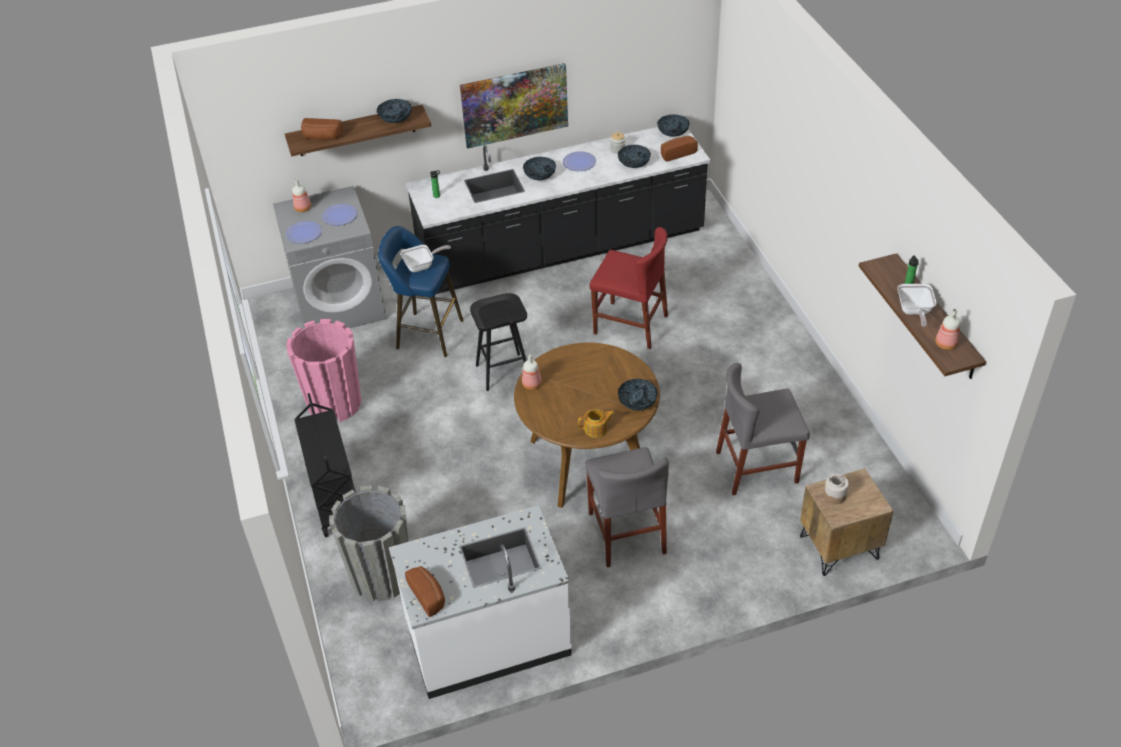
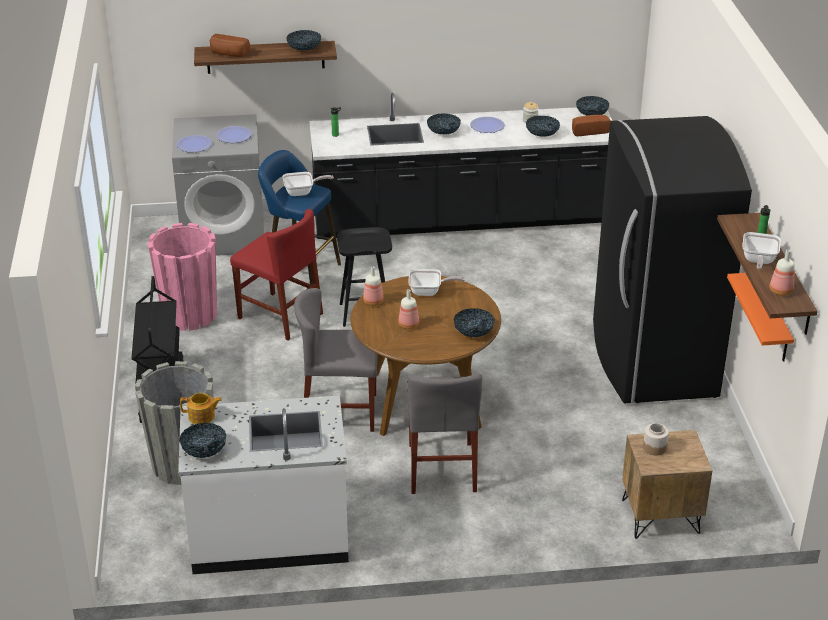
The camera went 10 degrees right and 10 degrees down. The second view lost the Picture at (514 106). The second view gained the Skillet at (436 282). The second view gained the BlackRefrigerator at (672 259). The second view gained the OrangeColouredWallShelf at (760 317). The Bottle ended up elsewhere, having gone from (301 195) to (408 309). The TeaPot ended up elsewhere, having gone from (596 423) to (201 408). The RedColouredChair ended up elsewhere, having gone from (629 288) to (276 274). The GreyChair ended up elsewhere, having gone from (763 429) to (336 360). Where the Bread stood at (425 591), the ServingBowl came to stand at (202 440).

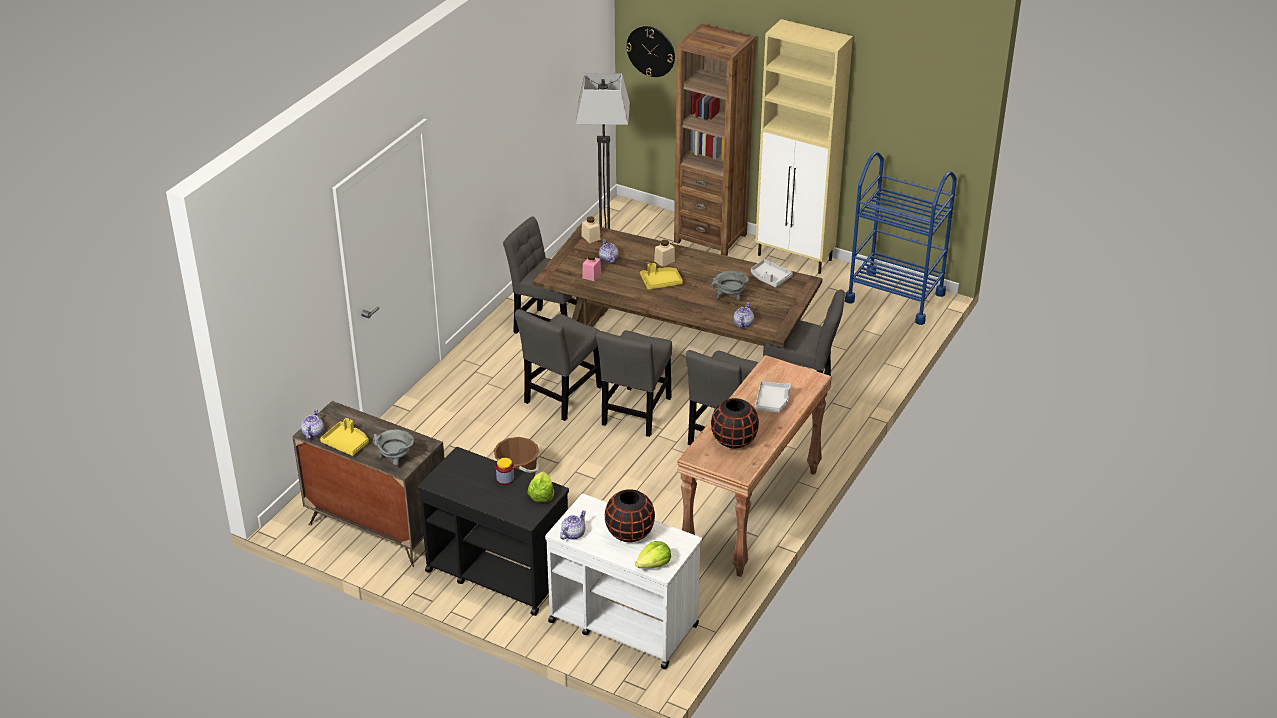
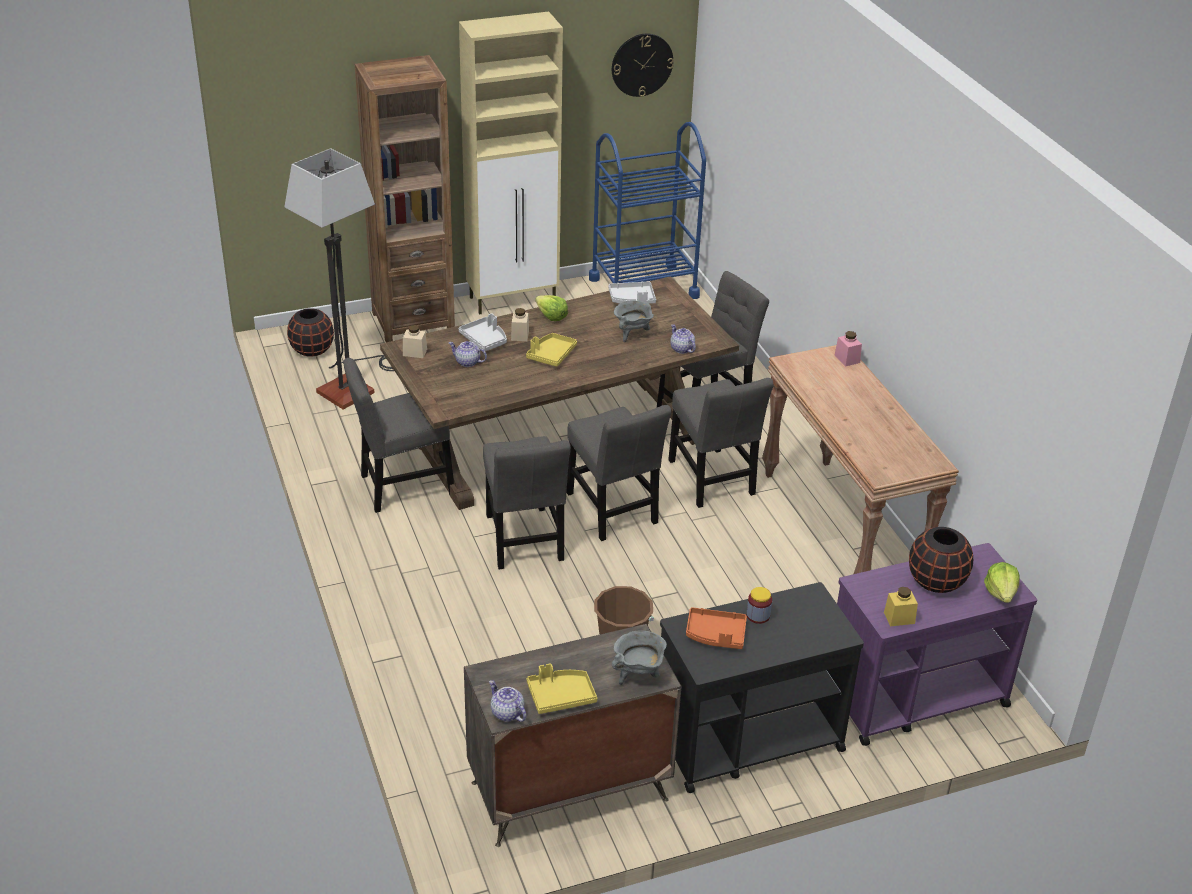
The camera went 50 degrees left and 0 degrees up. The second view gained the OrangeColouredServingTray at (716 628). The HeadOfLettuce ended up elsewhere, having gone from (541 486) to (551 308). The PinkishPreserveJar ended up elsewhere, having gone from (591 267) to (848 348). The ClockOnTheWall ended up elsewhere, having gone from (650 51) to (643 65). The BlackDecorativeVase ended up elsewhere, having gone from (735 423) to (310 332). The GreyServingTray ended up elsewhere, having gone from (773 396) to (483 332). Where the TeaPot stood at (573 525), the YellowPreserveJar came to stand at (901 606). What was the WhiteCart at (623 581) turned into the PurpleColouredCart at (937 644).

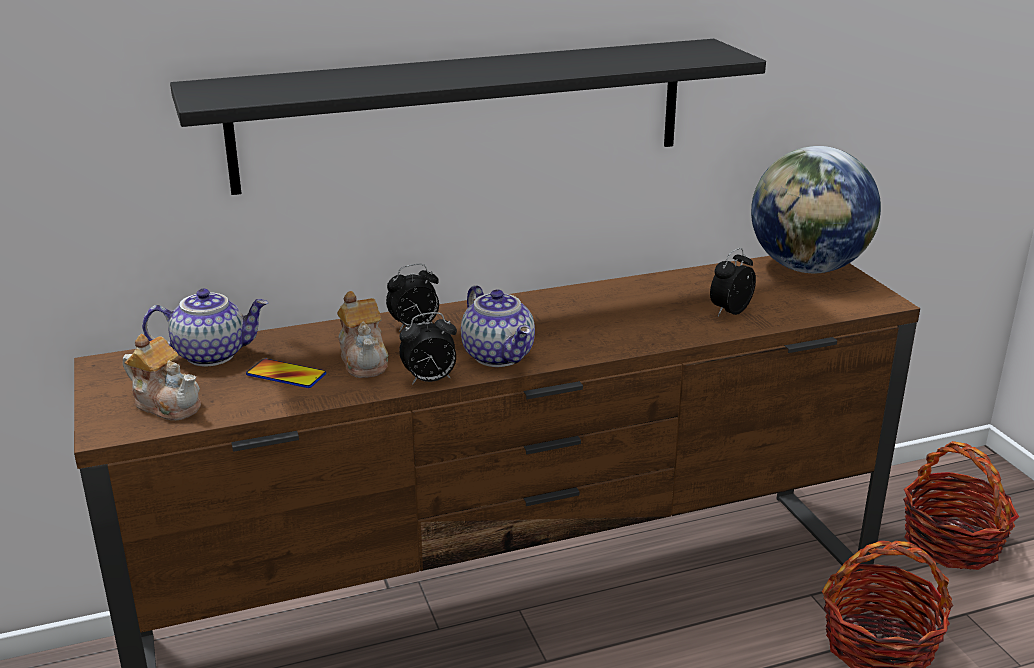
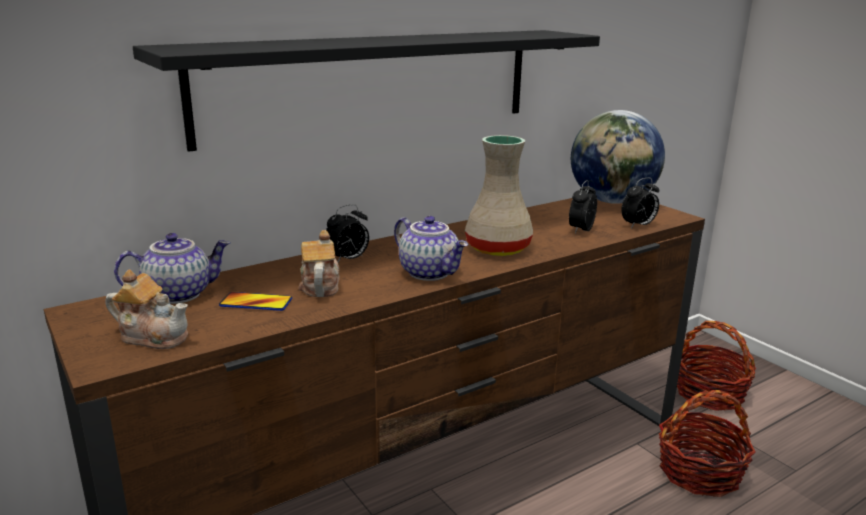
The camera went 15 degrees left and 5 degrees down. The second view gained the BeigeDecorativeVase at (499 195). The BedsideClock ended up elsewhere, having gone from (428 348) to (640 202). The TeaPot at (362 334) ended up facing another way, 150 degrees counterclockwise from before.

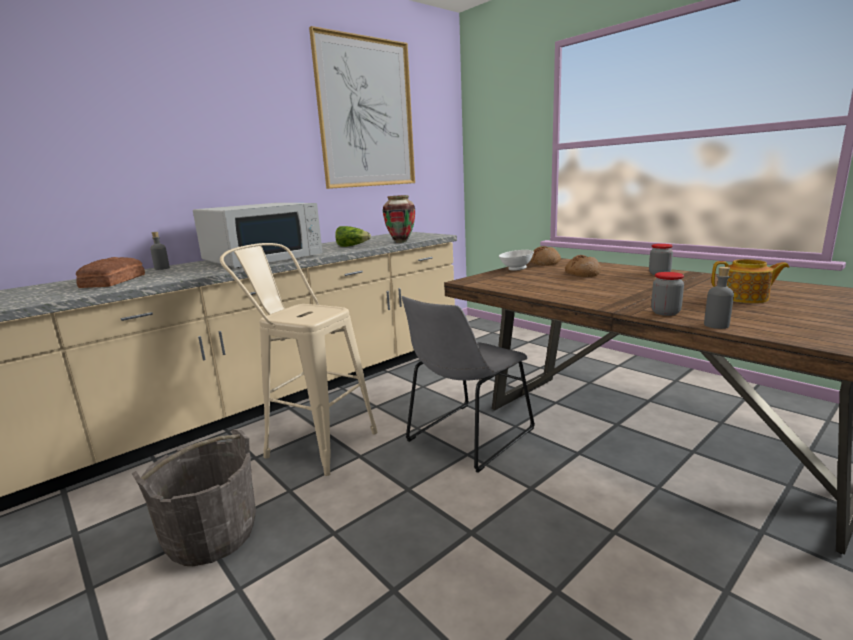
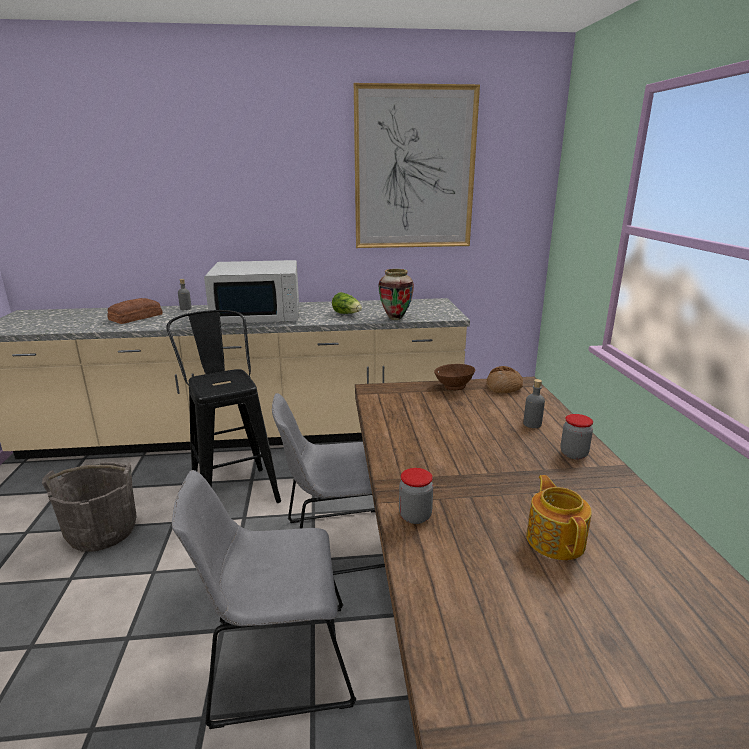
The camera went 35 degrees right and 5 degrees up. The second view lost the Bread at (583 266). The second view gained the GreyChair at (264 599). The GreyBottle ended up elsewhere, having gone from (719 298) to (534 403). What was the BeigeStool at (298 359) turned into the BlackStool at (223 406). What was the WhiteServingBowl at (516 260) turned into the BrownishServingBowl at (454 377). The TeaPot at (750 281) ended up facing another way, 150 degrees counterclockwise from before.

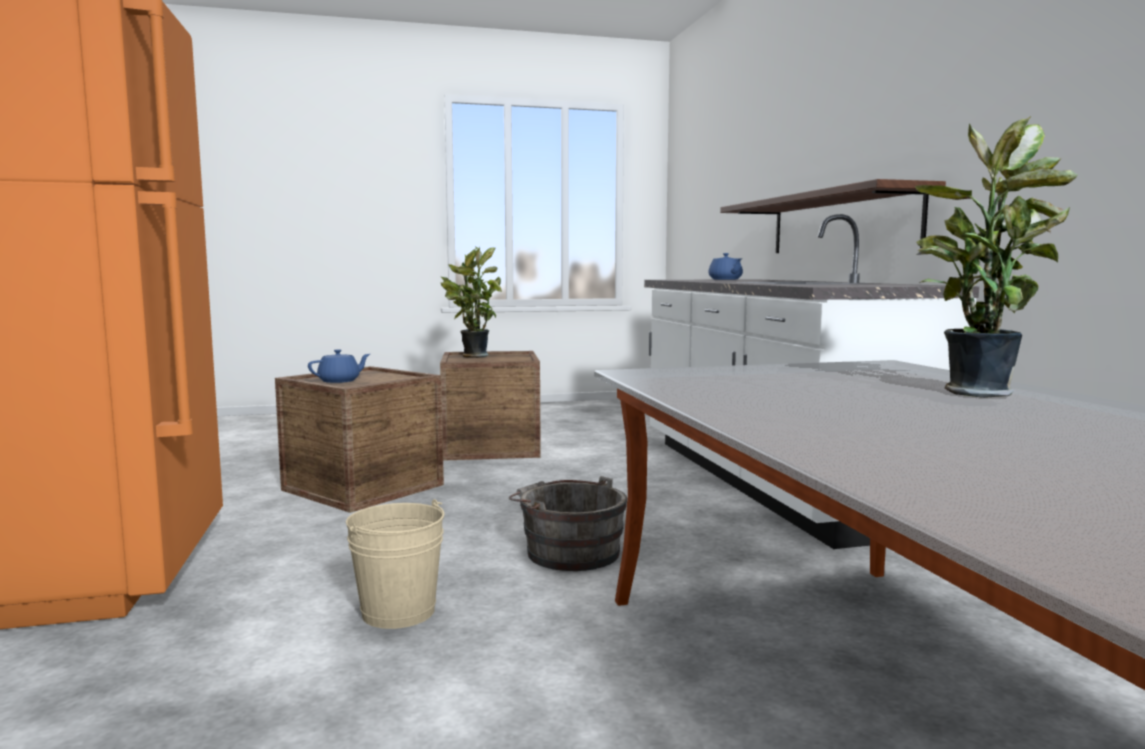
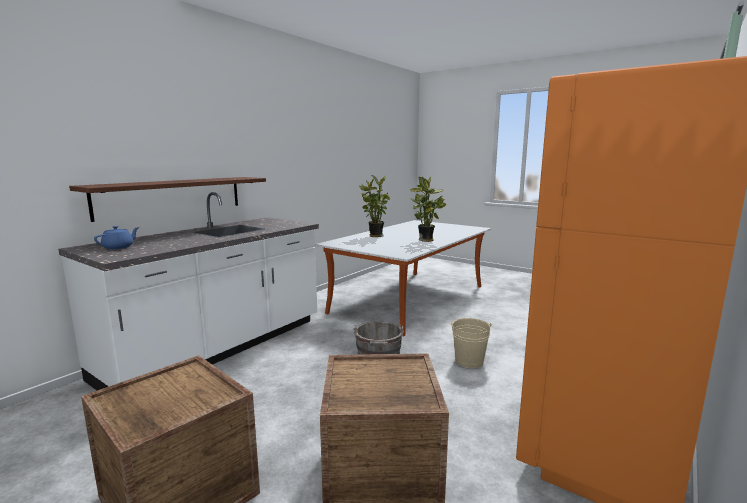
The camera went 130 degrees left and 5 degrees up. The second view lost the BluishTeaPot at (339 366). The PottedPlant ended up elsewhere, having gone from (471 302) to (428 209).

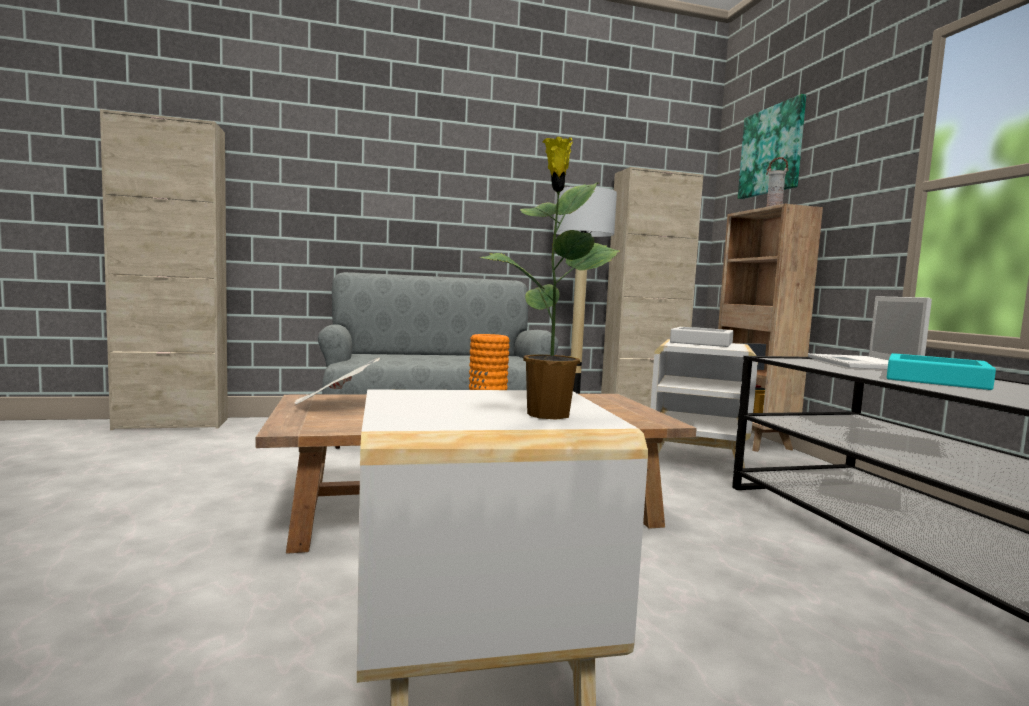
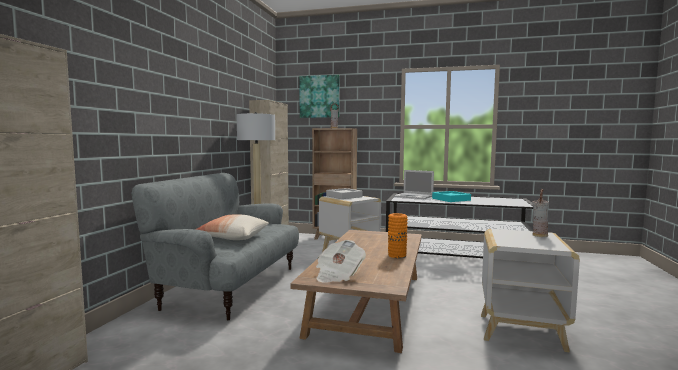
The camera went 60 degrees left and 0 degrees up. The second view gained the ThrowPillow at (232 227). Where the PottedPlant stood at (550 278), the DecorativeVase came to stand at (541 213).

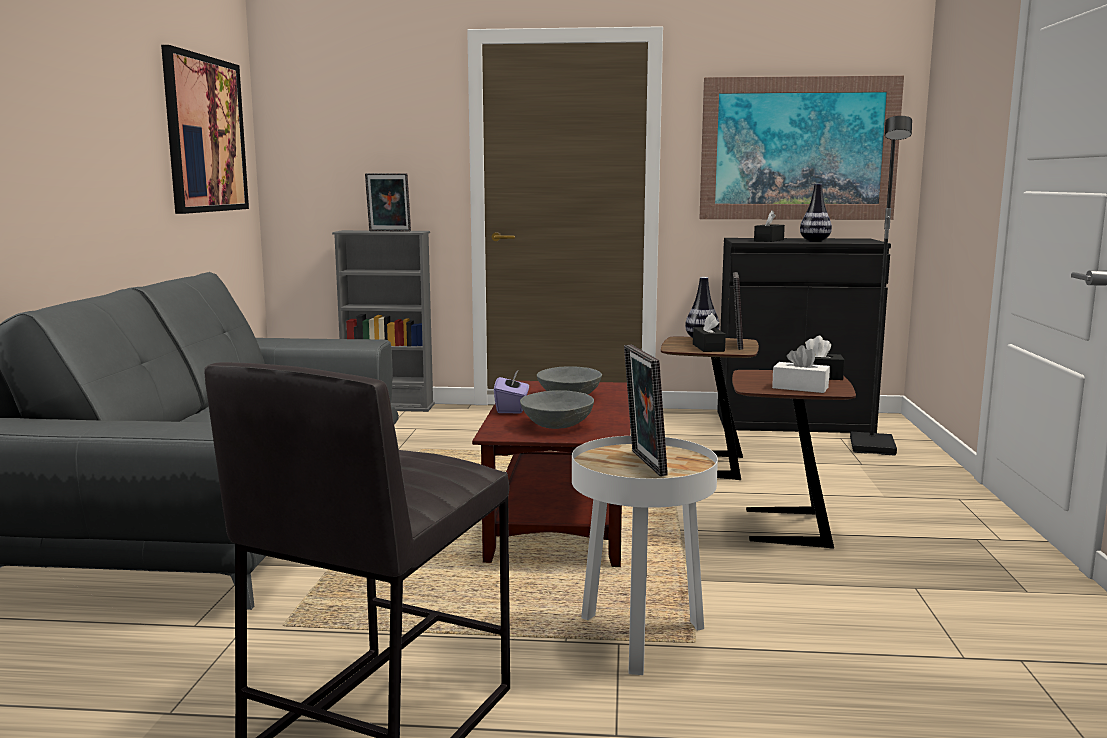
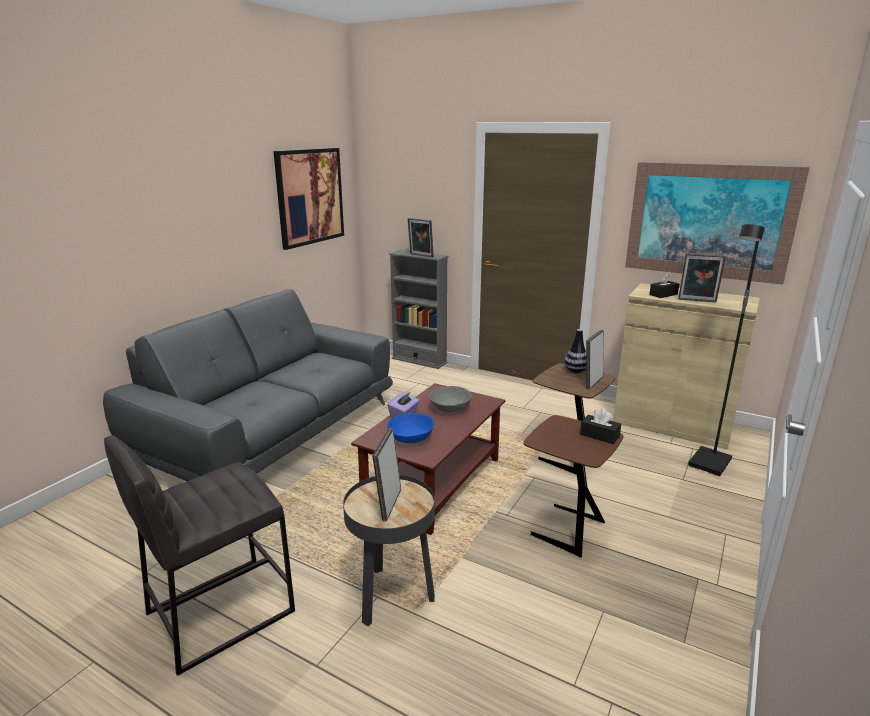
The camera went 25 degrees right and 10 degrees up. The second view lost the BlackBoxOfTissues at (709 332). The second view lost the WhiteBoxOfTissues at (801 369). Where the DecorativeVase stood at (816 213), the StandingFrame came to stand at (702 277). What was the GreyServingBowl at (557 409) turned into the BluishServingBowl at (410 428). What was the WhiteAccentTable at (645 555) turned into the BlackAccentTable at (389 550). What was the BlackCabinet at (804 335) turned into the BeigeCabinet at (686 366).

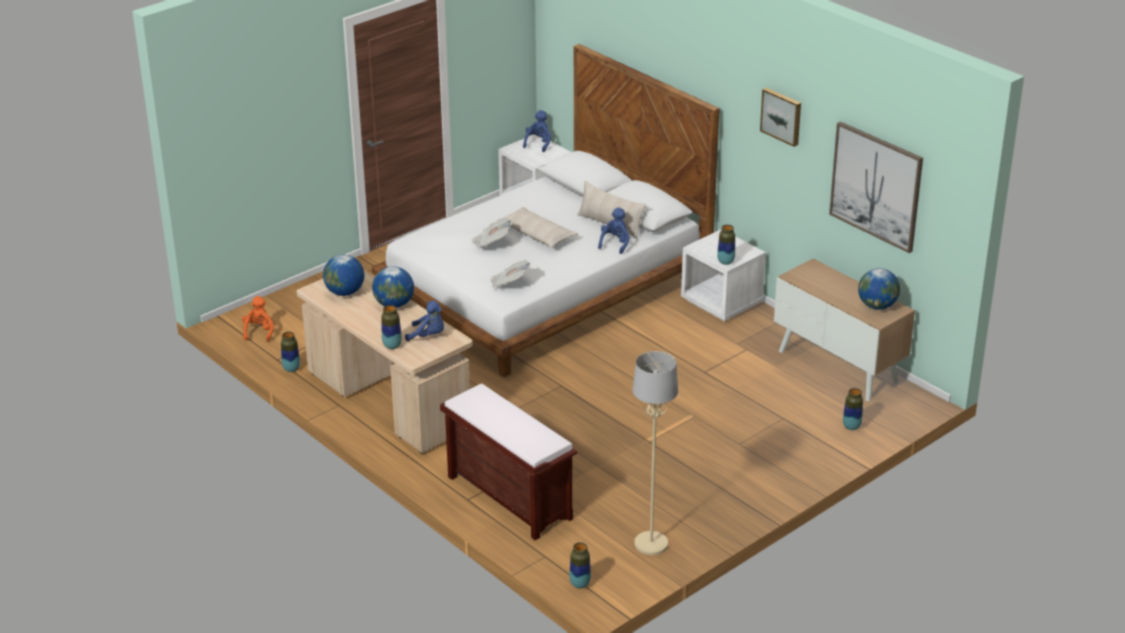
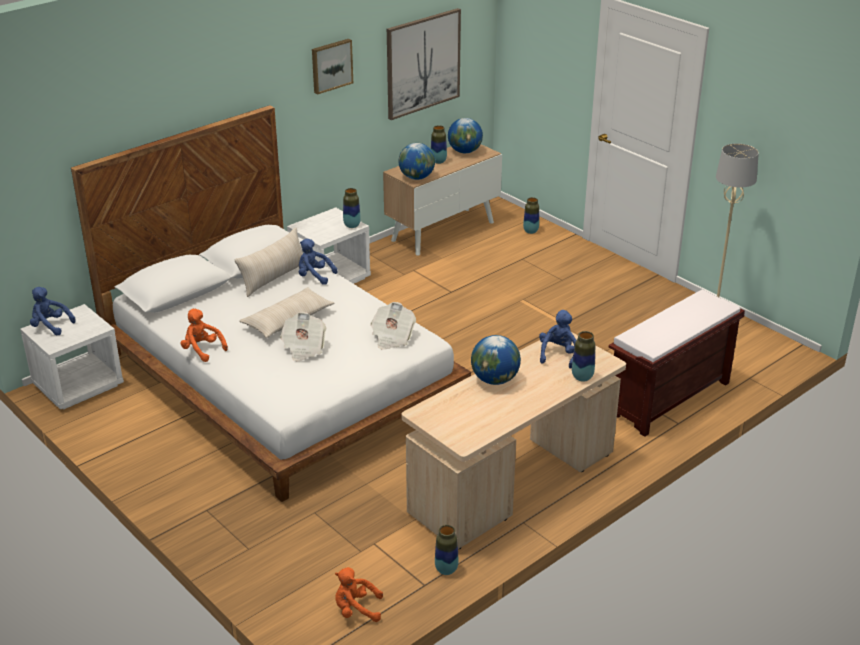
The camera went 90 degrees left and 0 degrees up. The second view gained the OrangeColouredCuddlyToy at (204 335). The WorldGlobe ended up elsewhere, having gone from (343 275) to (416 161). The DecorativeVase ended up elsewhere, having gone from (580 565) to (439 144).

